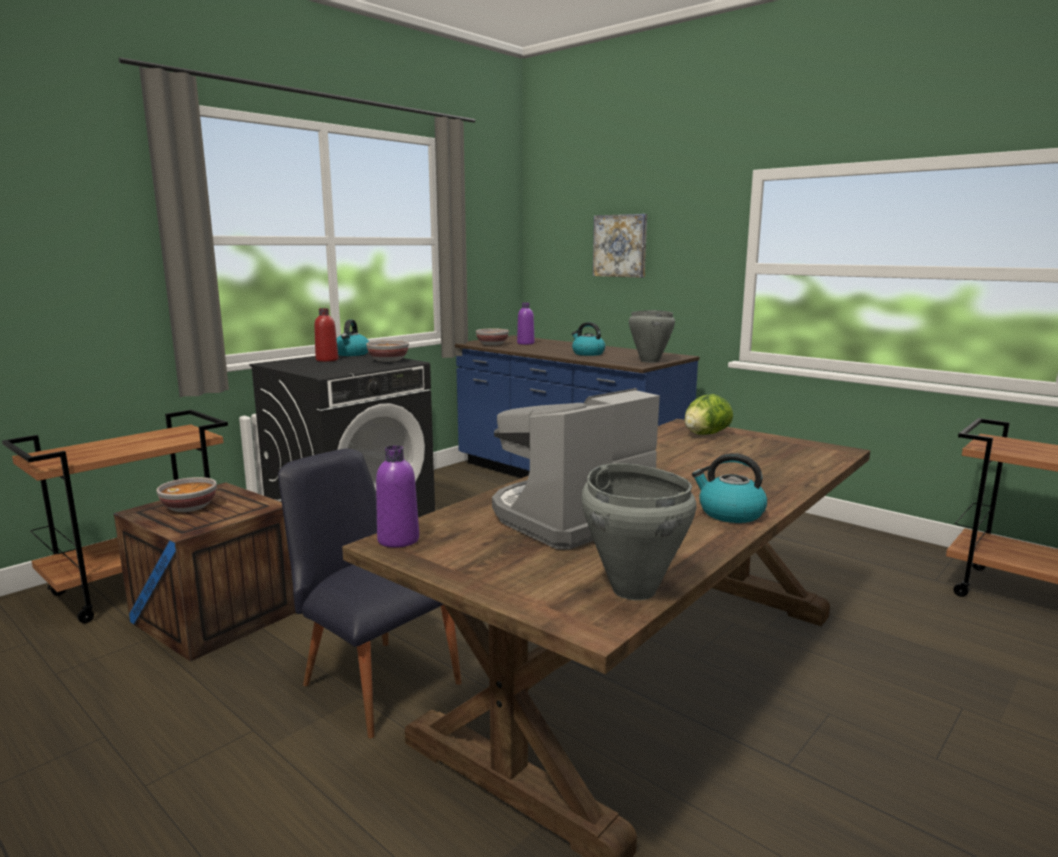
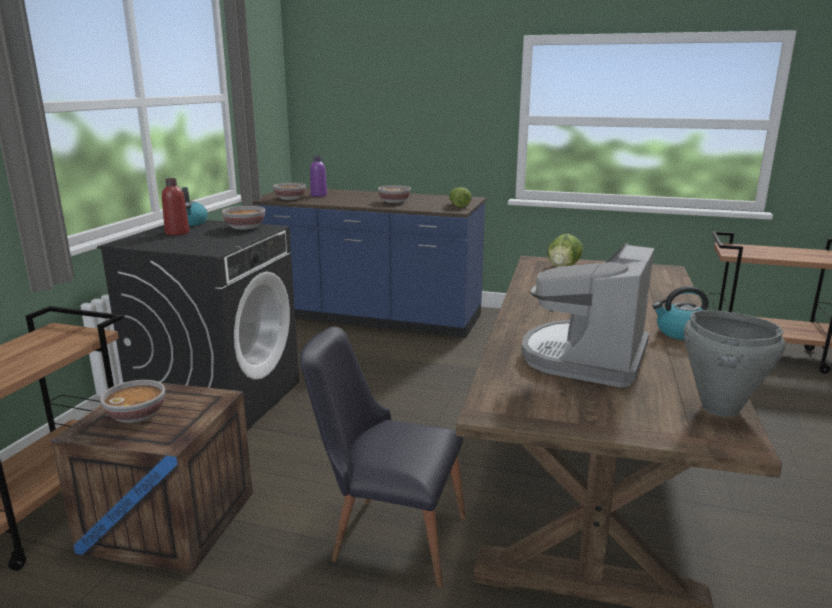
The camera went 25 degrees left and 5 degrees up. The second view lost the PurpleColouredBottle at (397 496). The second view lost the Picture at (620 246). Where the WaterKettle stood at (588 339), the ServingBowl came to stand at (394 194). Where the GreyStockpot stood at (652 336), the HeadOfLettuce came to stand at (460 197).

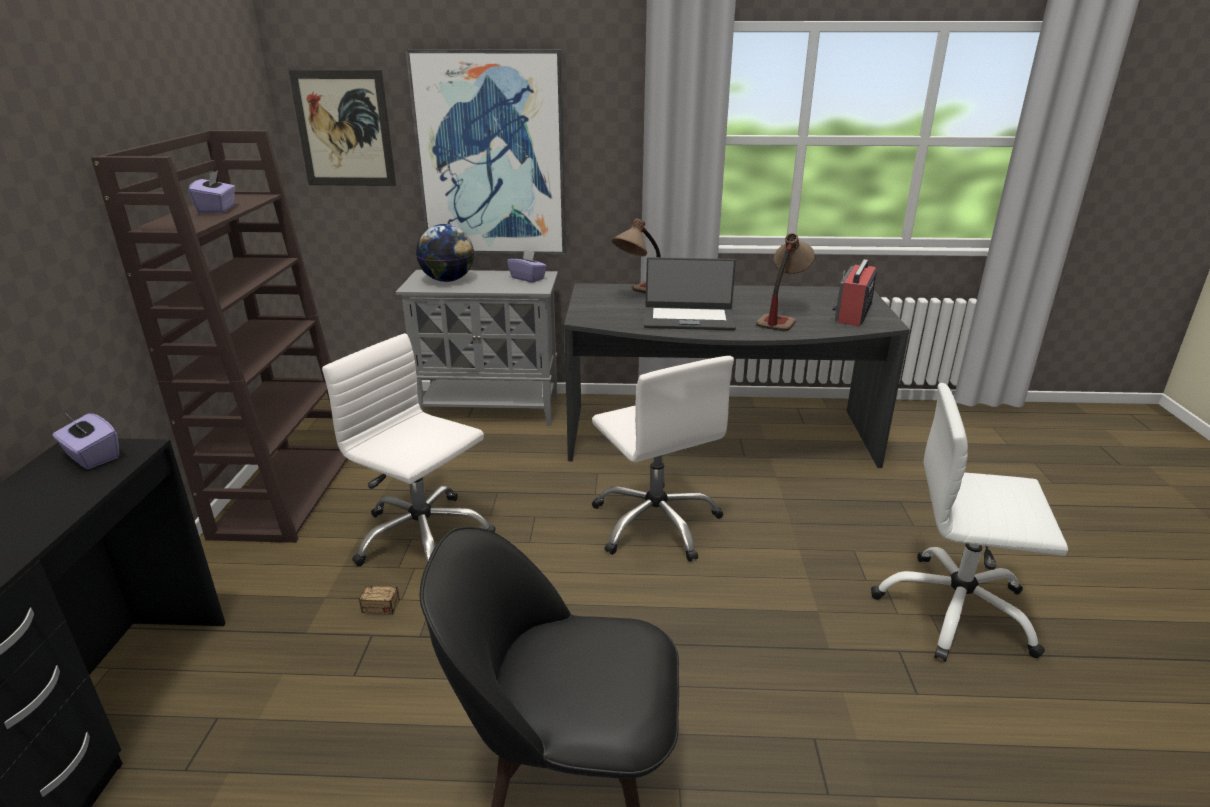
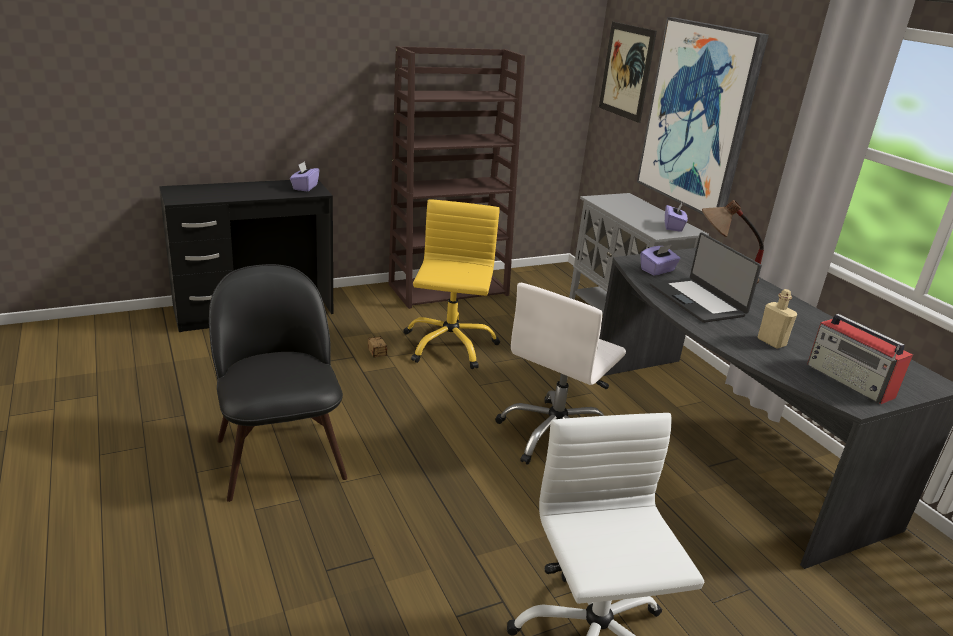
The camera went 60 degrees right and 0 degrees up. The second view lost the WorldGlobe at (445 253). The PurpleColouredBoxOfTissues ended up elsewhere, having gone from (211 192) to (661 260). Where the TableLamp stood at (785 282), the BeigeBottle came to stand at (777 318). What was the WhiteOfficeChair at (409 449) turned into the YellowOfficeChair at (451 284). The RadioReceiver at (855 292) ended up facing another way, 120 degrees counterclockwise from before.

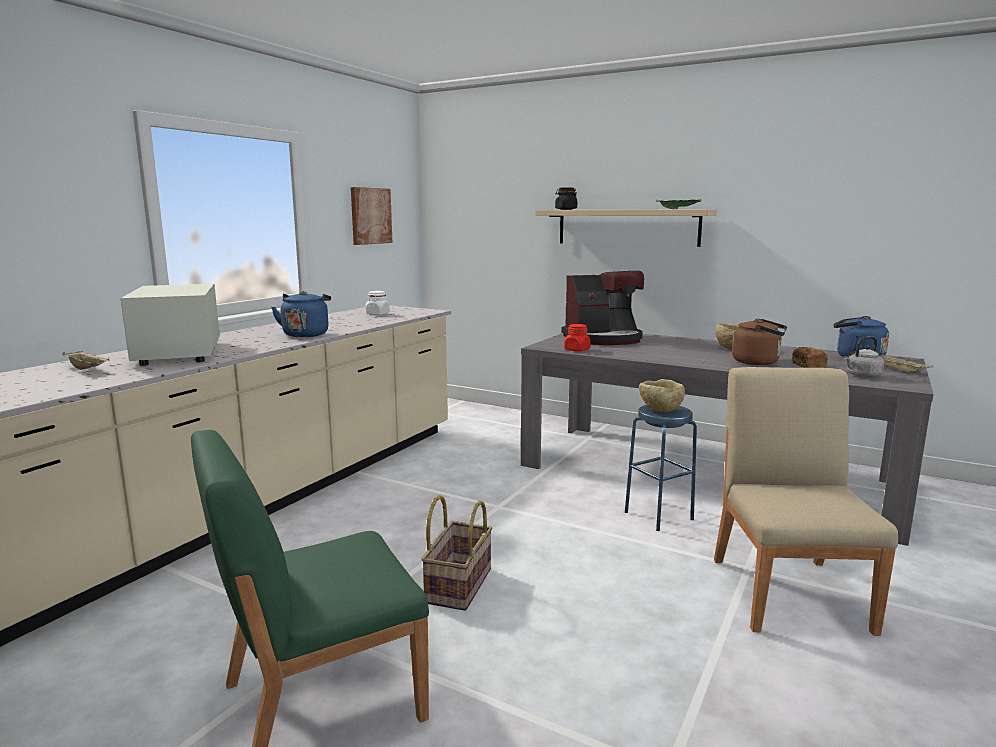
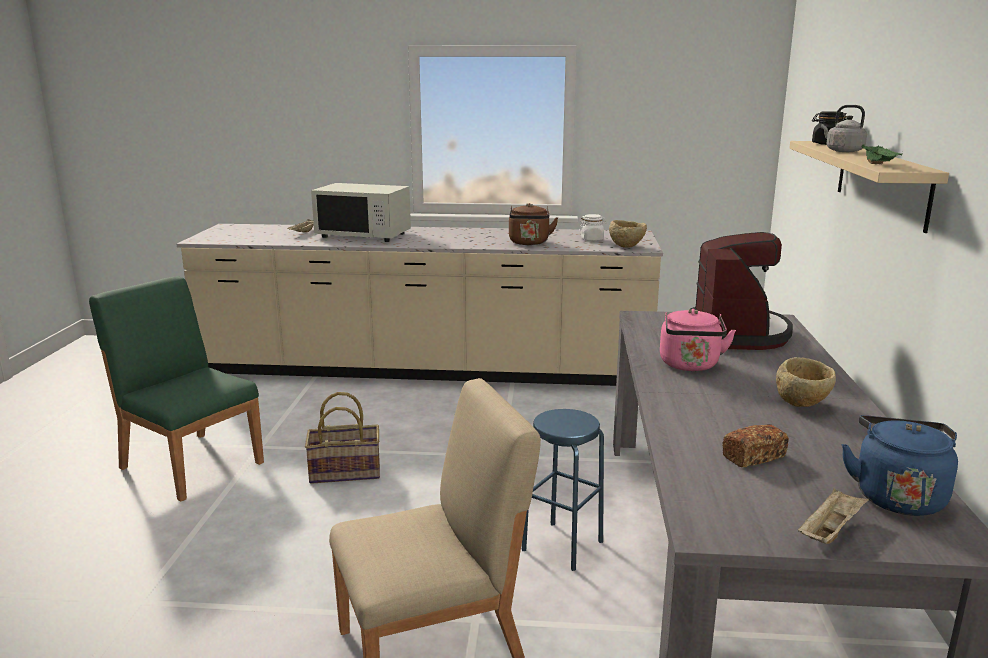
The camera went 65 degrees right and 5 degrees up. The second view lost the BluishWaterKettle at (301 314). The second view lost the Picture at (371 216). The second view lost the RedColouredPreserveJar at (577 337). The second view gained the PinkishWaterKettle at (698 340). The BeigeServingBowl ended up elsewhere, having gone from (662 395) to (628 234). The BrownishWaterKettle ended up elsewhere, having gone from (759 342) to (534 224). The GreyWaterKettle ended up elsewhere, having gone from (864 357) to (844 128). The WhiteMicrowave at (170 325) ended up facing another way, 120 degrees counterclockwise from before. The CoffeeMaker at (602 308) ended up facing another way, 135 degrees counterclockwise from before.

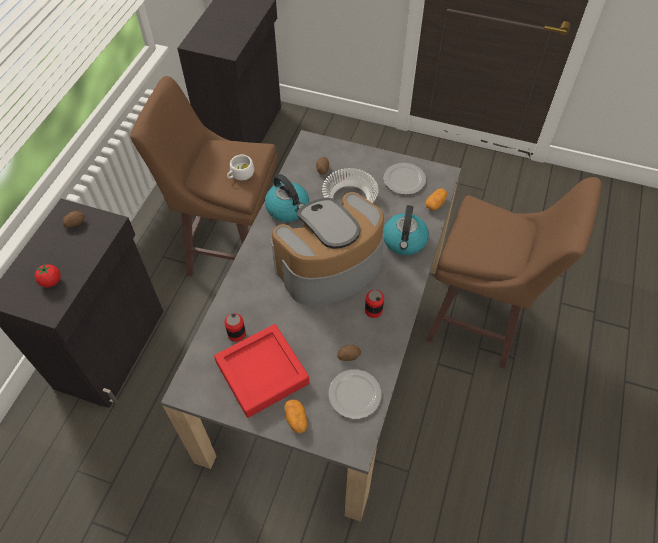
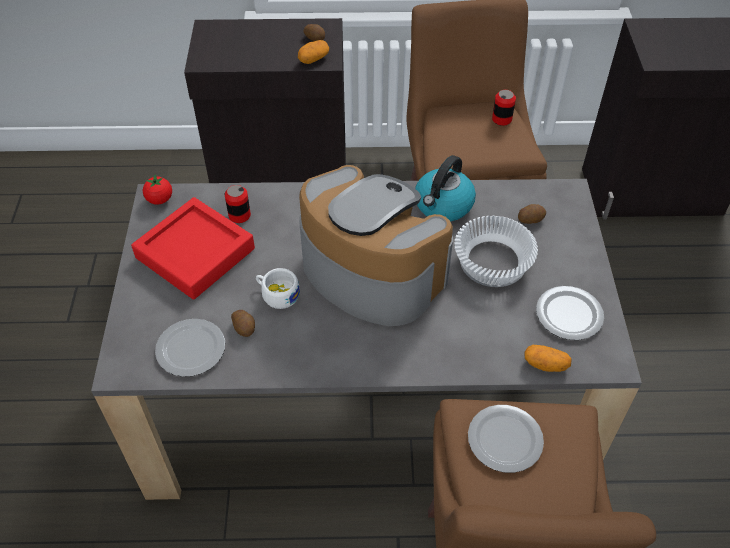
The camera went 70 degrees right and 5 degrees down. The second view lost the WaterKettle at (406 230). The second view gained the DinnerPlate at (506 439). The FreshTomato ended up elsewhere, having gone from (47 275) to (157 190). The WhiteDrinkingCup ended up elsewhere, having gone from (240 167) to (278 288). The Potato ended up elsewhere, having gone from (296 416) to (313 52). The MetalCan ended up elsewhere, having gone from (374 304) to (504 108).

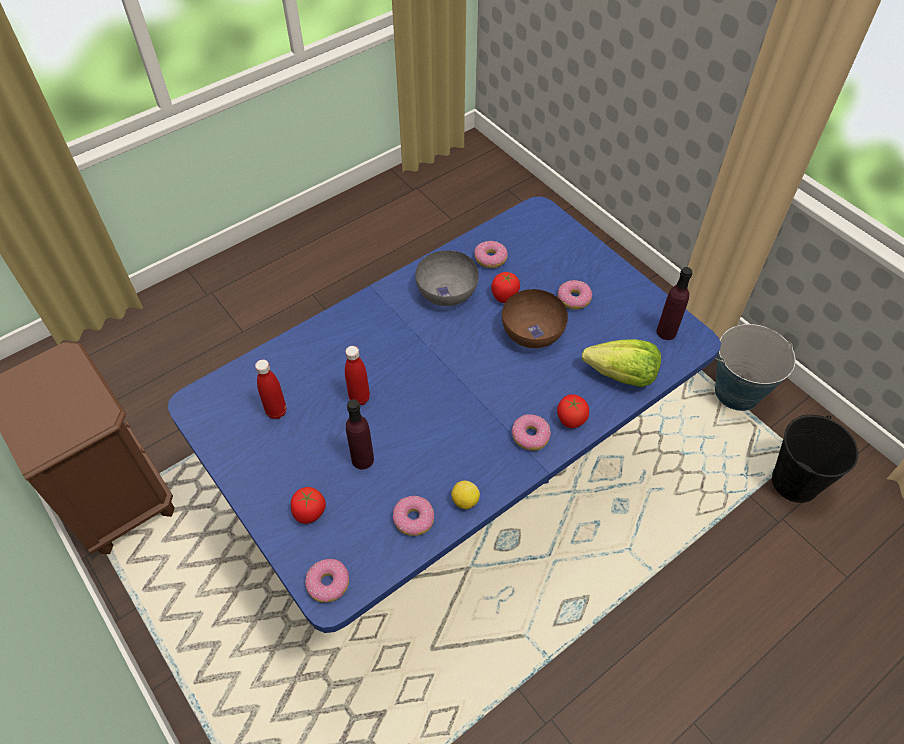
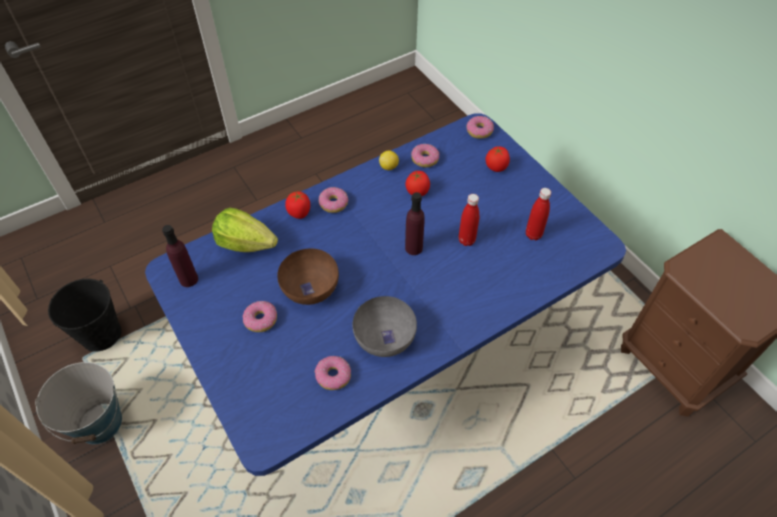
The camera went 175 degrees left and 0 degrees up. The PurpleColouredBottle ended up elsewhere, having gone from (360 434) to (415 223). The FreshTomato ended up elsewhere, having gone from (505 287) to (417 183).

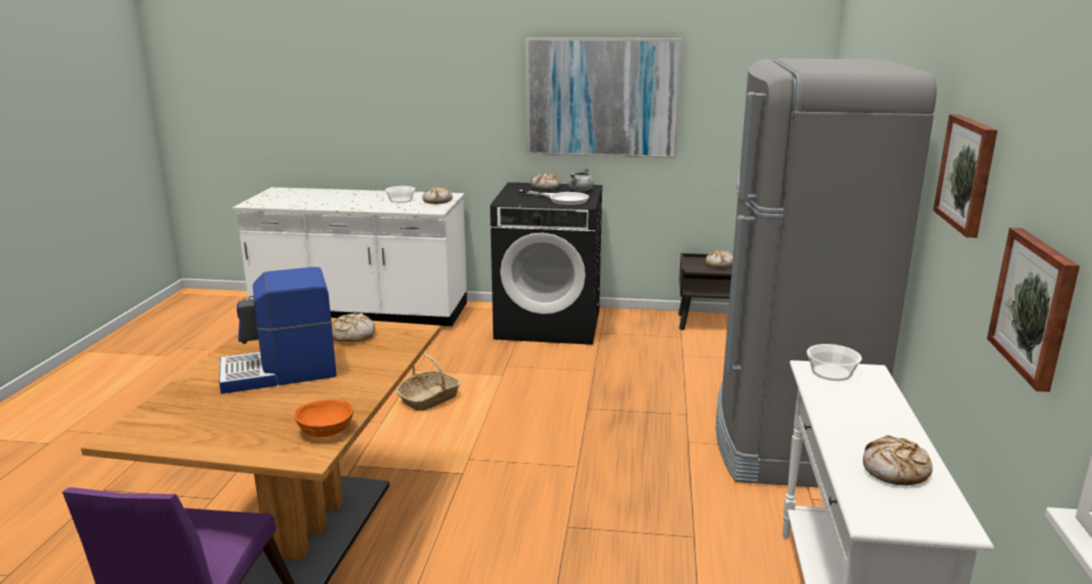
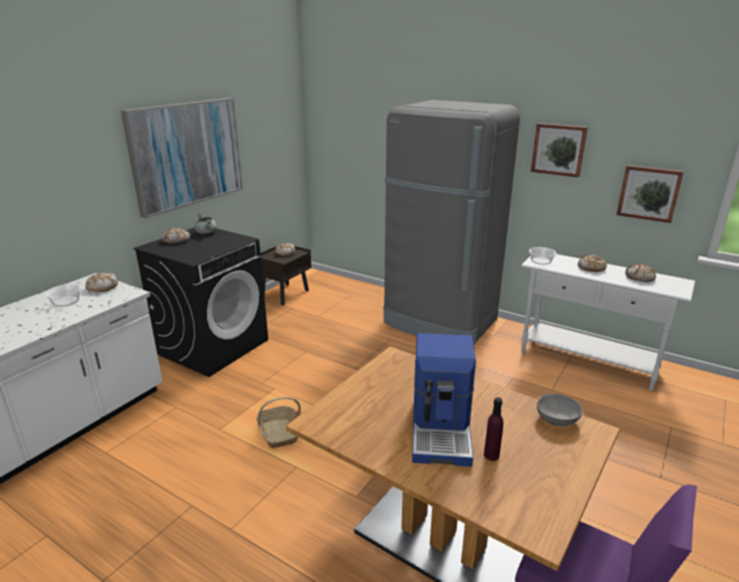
The camera went 65 degrees left and 5 degrees up. The second view lost the WhiteSkillet at (554 197). The second view gained the PurpleColouredBottle at (493 429). The Bread ended up elsewhere, having gone from (353 327) to (592 263). What was the OrangeColouredServingBowl at (323 418) turned into the GreyServingBowl at (560 410).

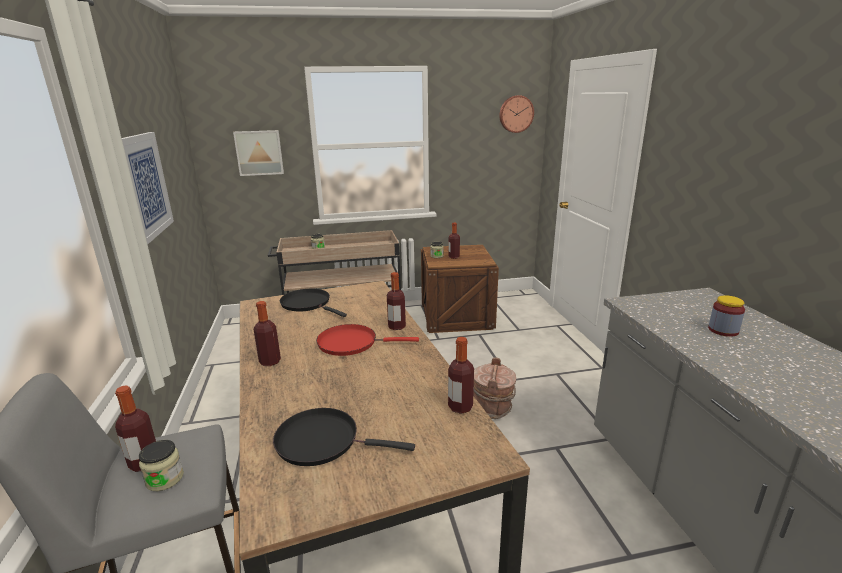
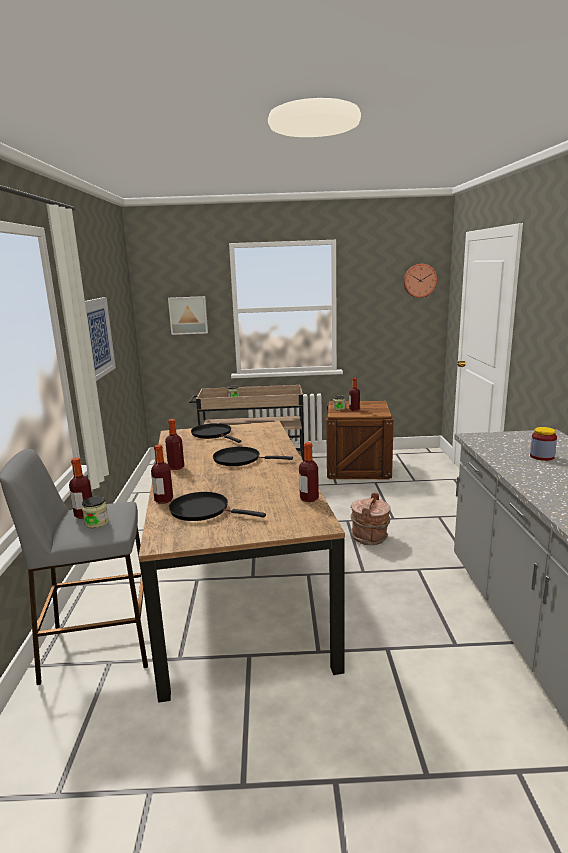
The camera went 10 degrees right and 5 degrees down. The Bottle ended up elsewhere, having gone from (396 301) to (162 474). What was the RedColouredSkillet at (367 340) turned into the BlackSkillet at (253 456).

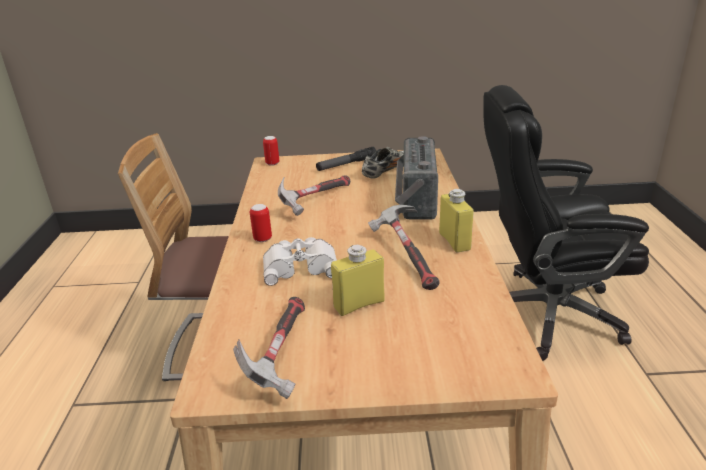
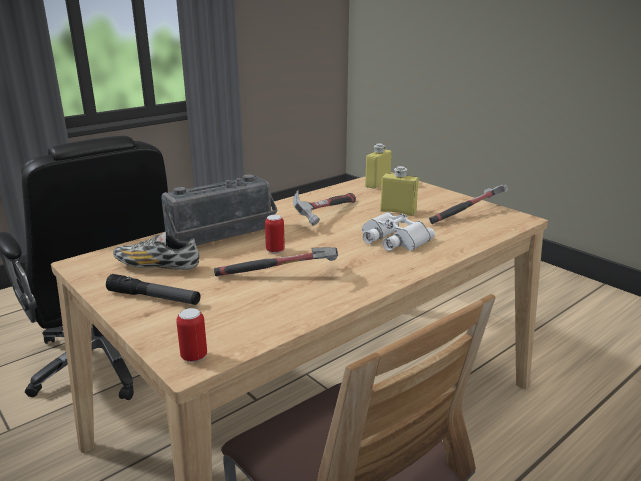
The camera went 130 degrees left and 5 degrees down. The MetalCan ended up elsewhere, having gone from (261 223) to (275 234). The YellowBottle ended up elsewhere, having gone from (456 221) to (378 166).

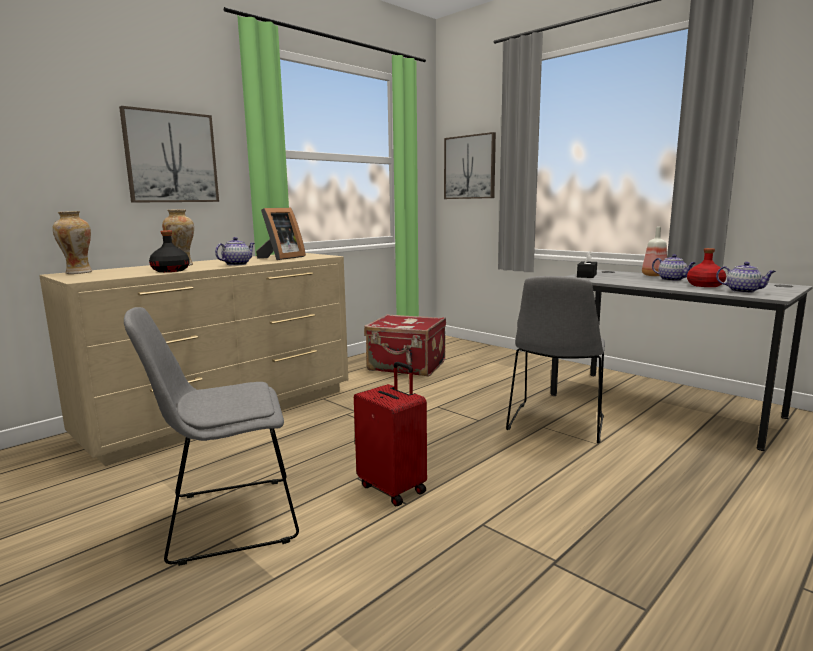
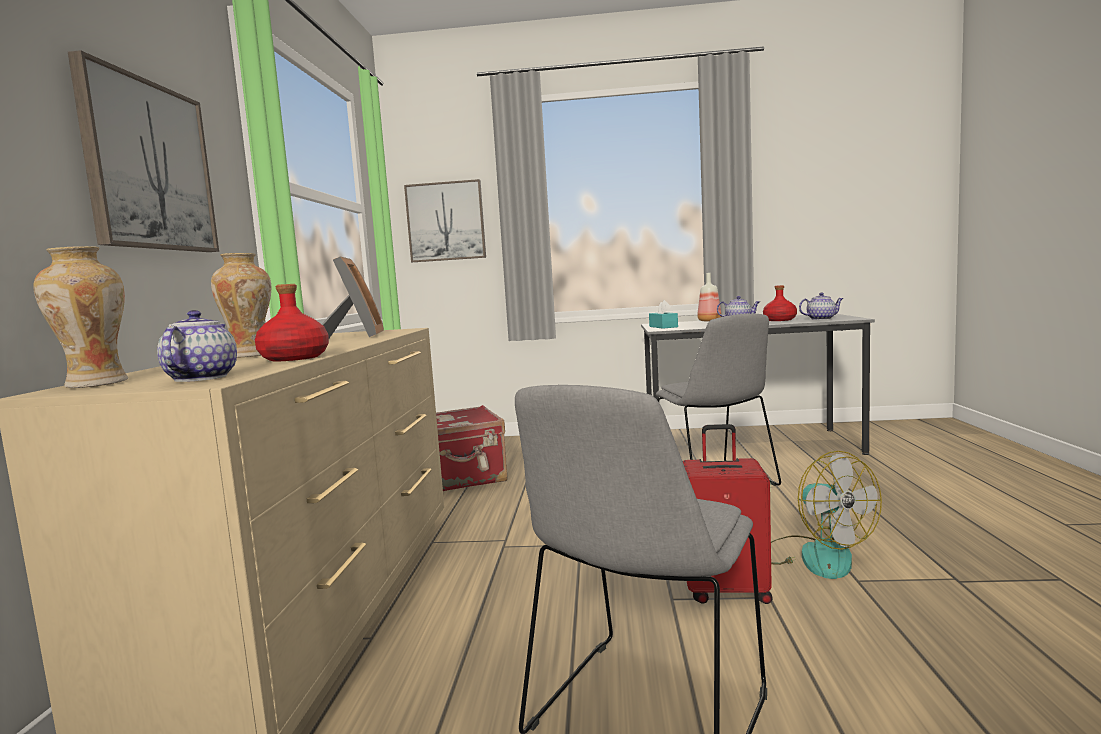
The camera went 40 degrees left and 5 degrees down. The second view gained the ElectricFan at (826 515). The TeaPot ended up elsewhere, having gone from (235 251) to (197 346). What was the BlackBottle at (169 251) turned into the RedColouredBottle at (292 322). What was the BlackBoxOfTissues at (587 264) turned into the BlueGreenBoxOfTissues at (663 314).

